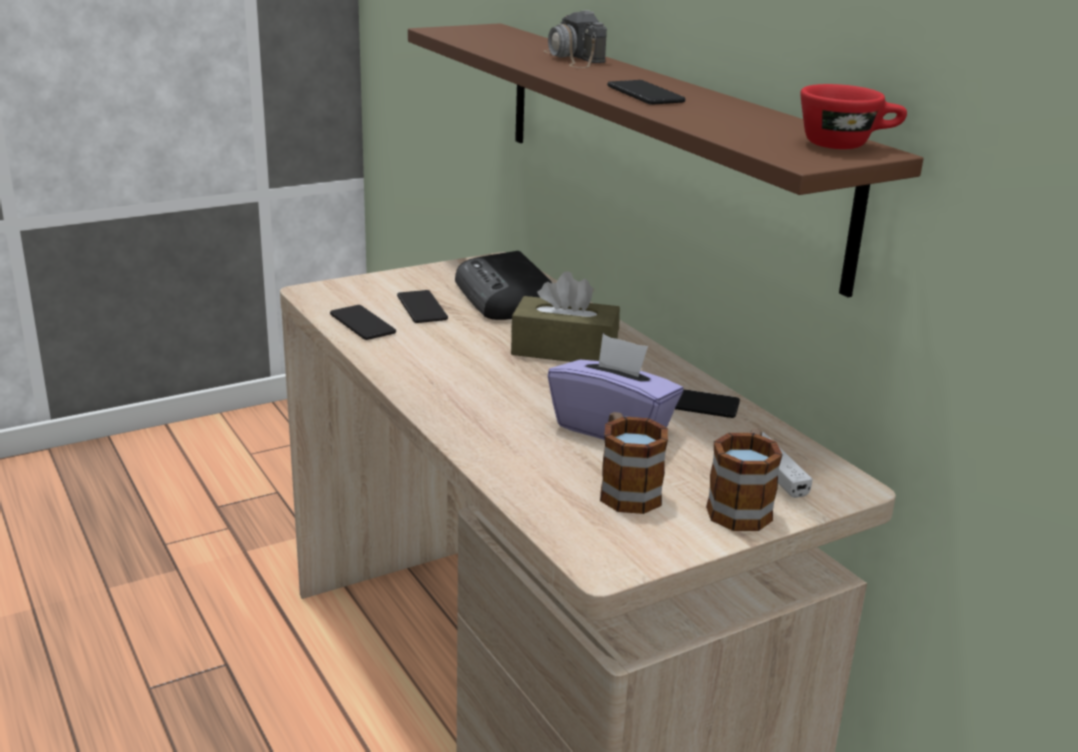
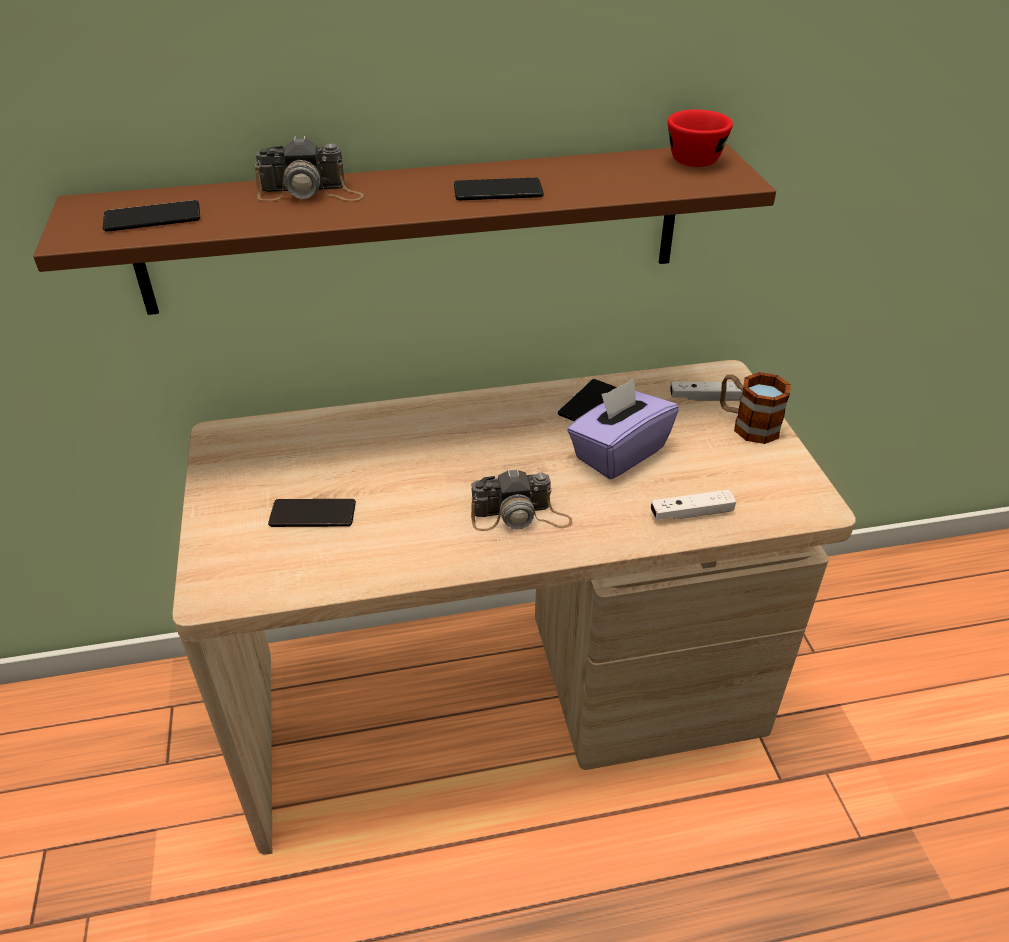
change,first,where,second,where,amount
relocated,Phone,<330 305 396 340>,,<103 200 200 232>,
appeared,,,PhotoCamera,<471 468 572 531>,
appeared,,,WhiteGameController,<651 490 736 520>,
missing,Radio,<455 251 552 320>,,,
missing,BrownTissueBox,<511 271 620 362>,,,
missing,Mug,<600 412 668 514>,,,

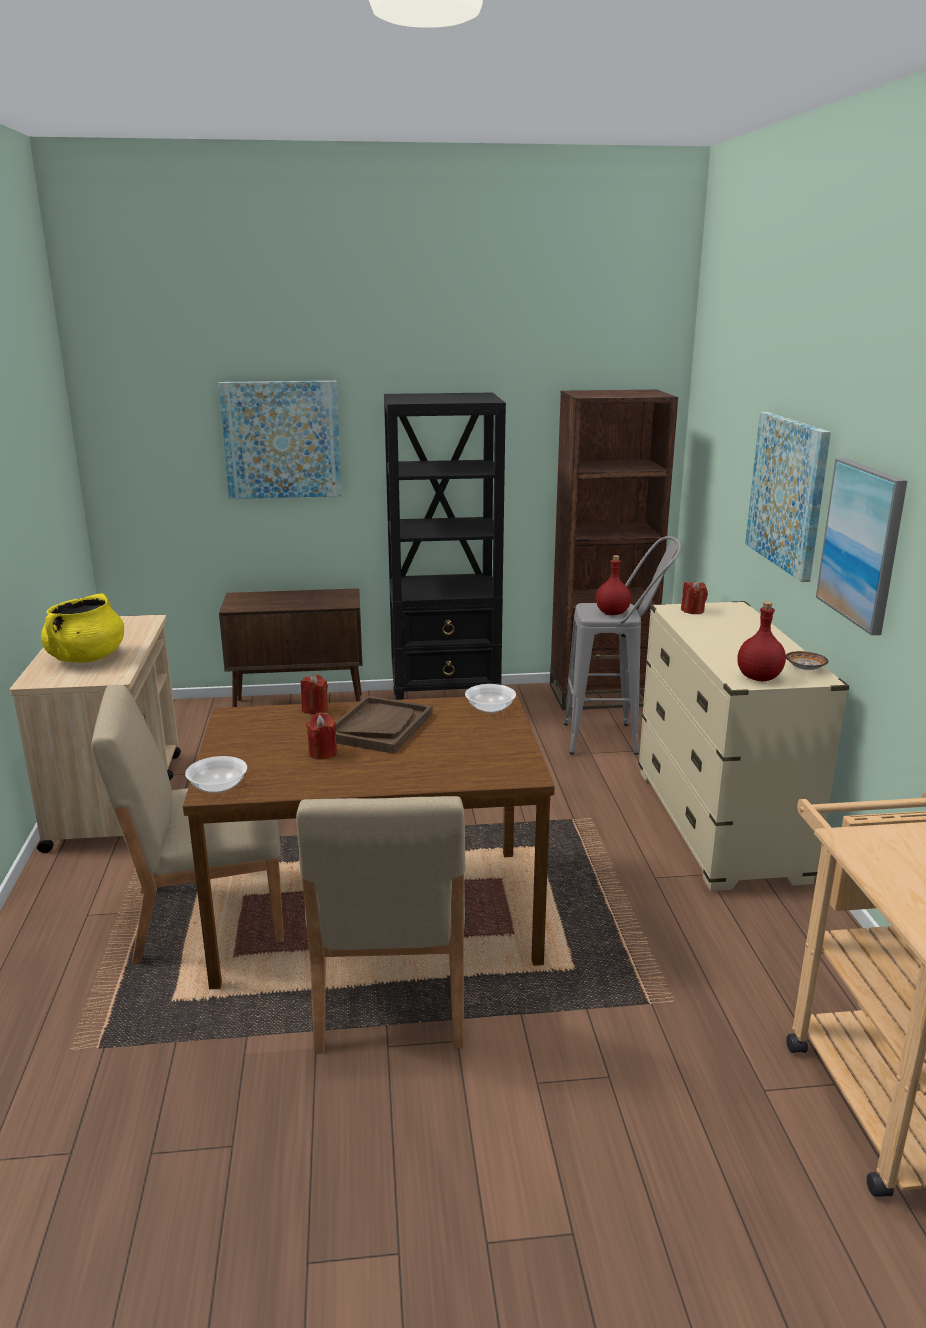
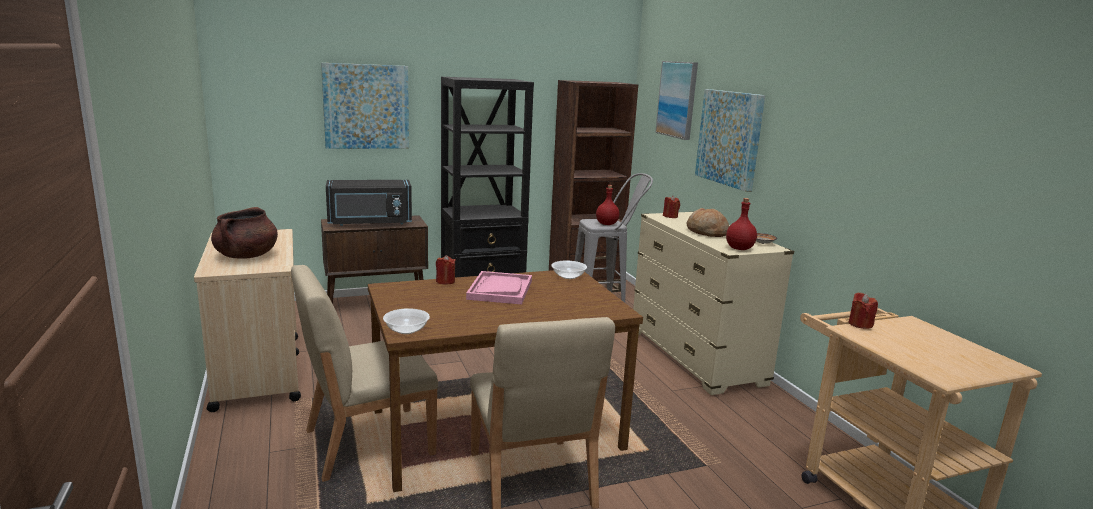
change,first,where,second,where,amount
colour,YellowCookingPot,<41 593 124 663>,BrownCookingPot,<211 207 278 259>,
appeared,,,BlackMicrowave,<326 180 412 226>,
colour,BrownTray,<335 696 433 754>,PinkTray,<466 271 532 305>,
relocated,Picture,<816 458 907 635>,,<655 61 698 140>,
appeared,,,Bread,<686 208 729 237>,
relocated,RedCandle,<306 712 337 760>,,<849 293 878 329>,

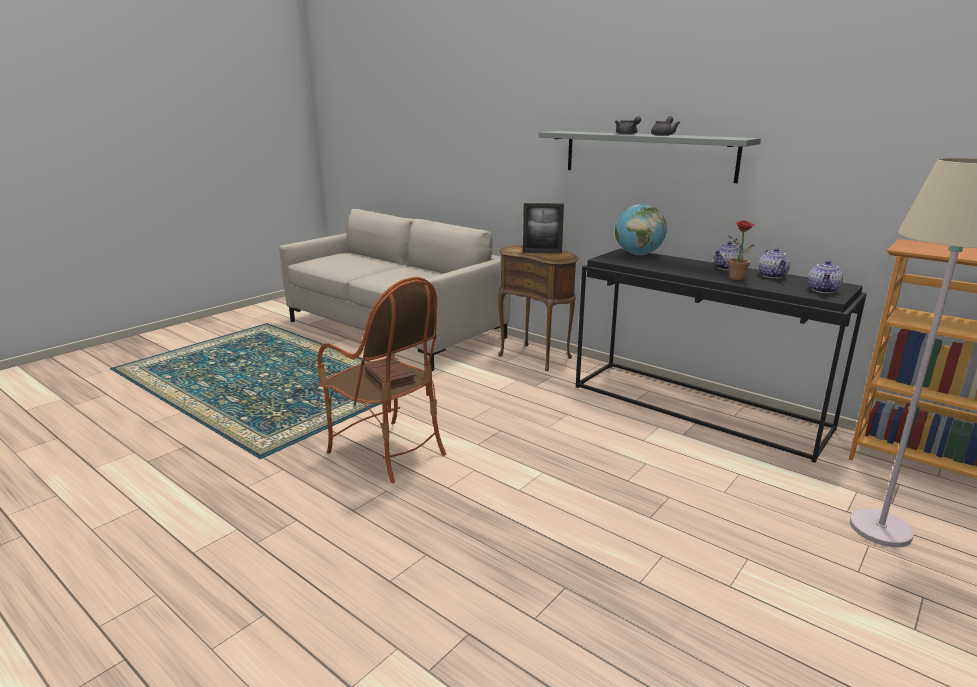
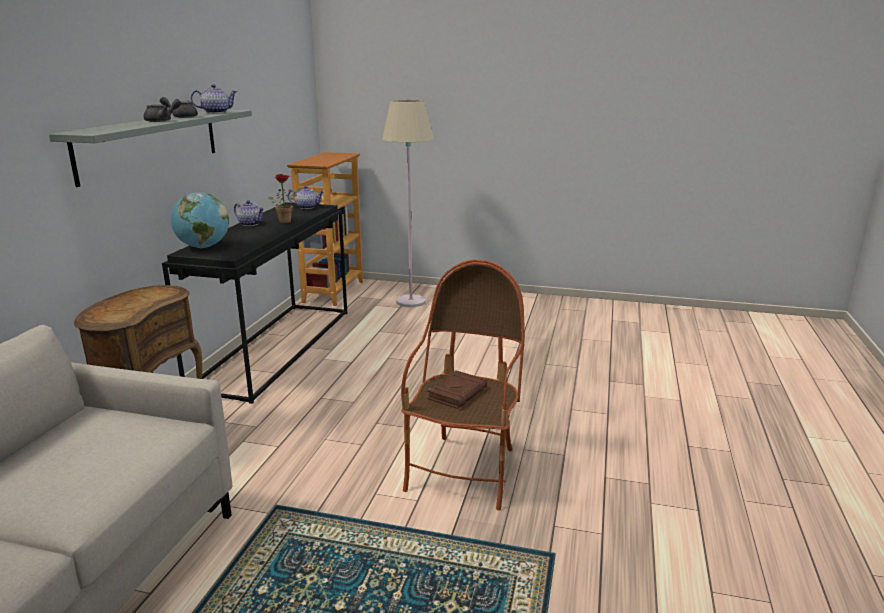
change,first,where,second,where,amount
relocated,Teapot,<758 248 790 278>,,<191 84 237 113>,
missing,PictureFrame,<523 203 564 254>,,,

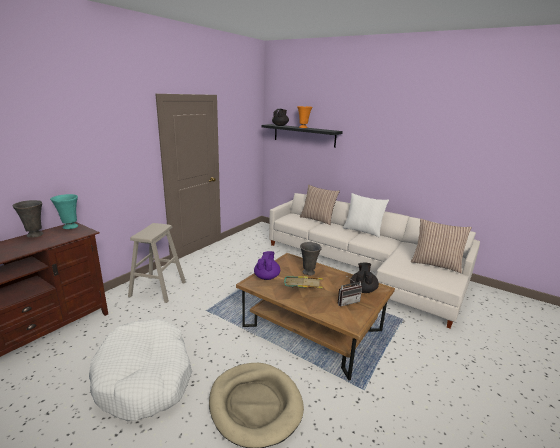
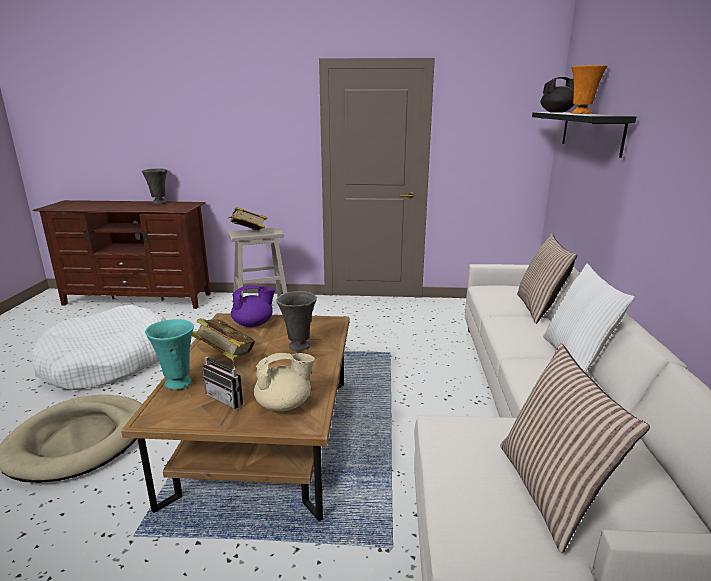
change,first,where,second,where,amount
relocated,TurquoiseVase,<50 194 78 229>,,<145 319 194 390>,
appeared,,,Book,<228 207 268 230>,
colour,BlackTeapot,<350 263 379 293>,BeigeTeapot,<254 353 315 412>,

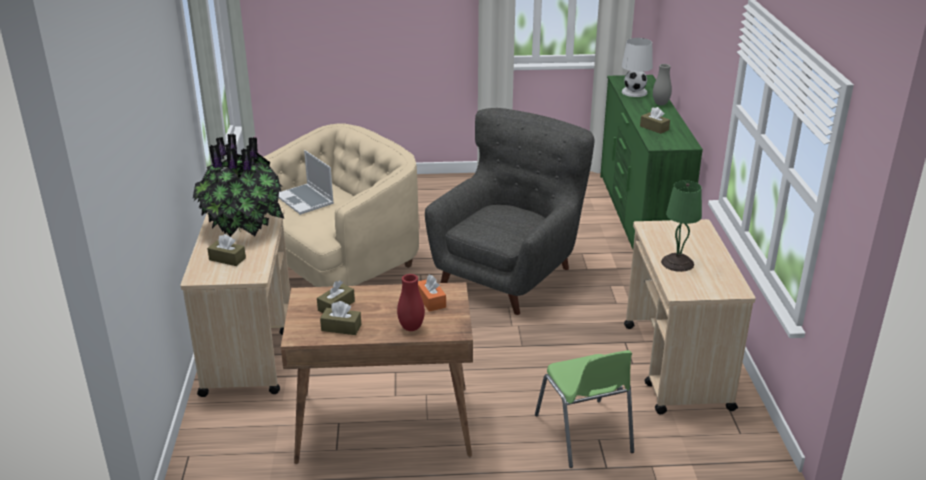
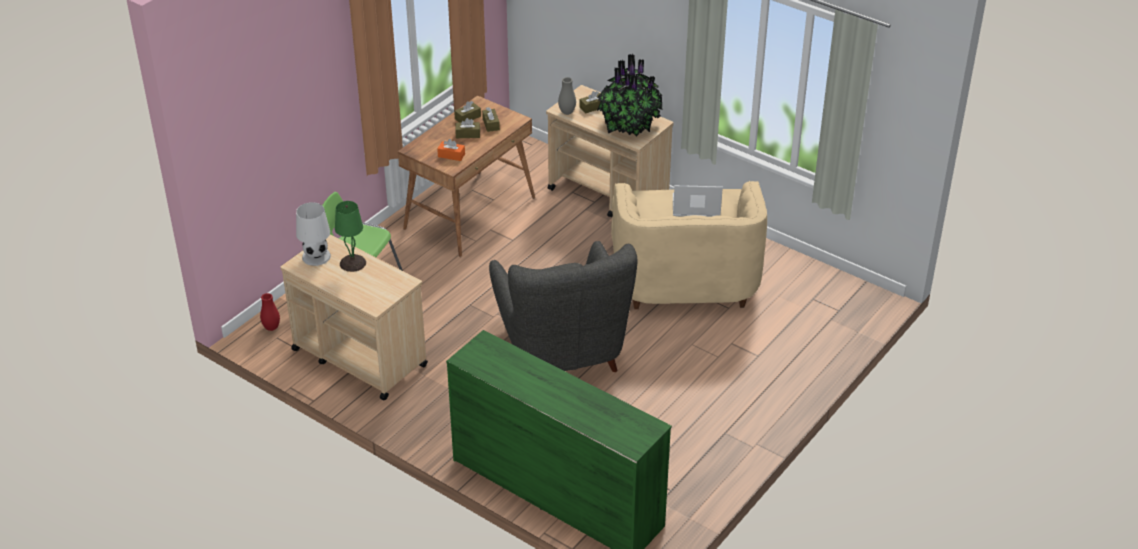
change,first,where,second,where,amount
relocated,RedVase,<397 274 425 331>,,<260 293 280 331>,
relocated,WhiteTableLamp,<622 38 653 97>,,<296 202 331 266>,
relocated,BrownTissueBox,<640 107 670 134>,,<455 118 480 138>,
relocated,GreyVase,<653 64 672 105>,,<558 77 576 115>,

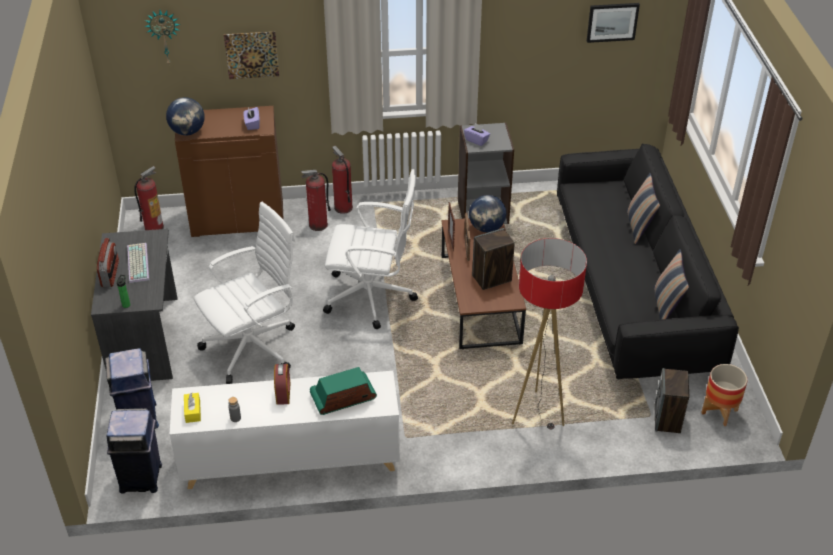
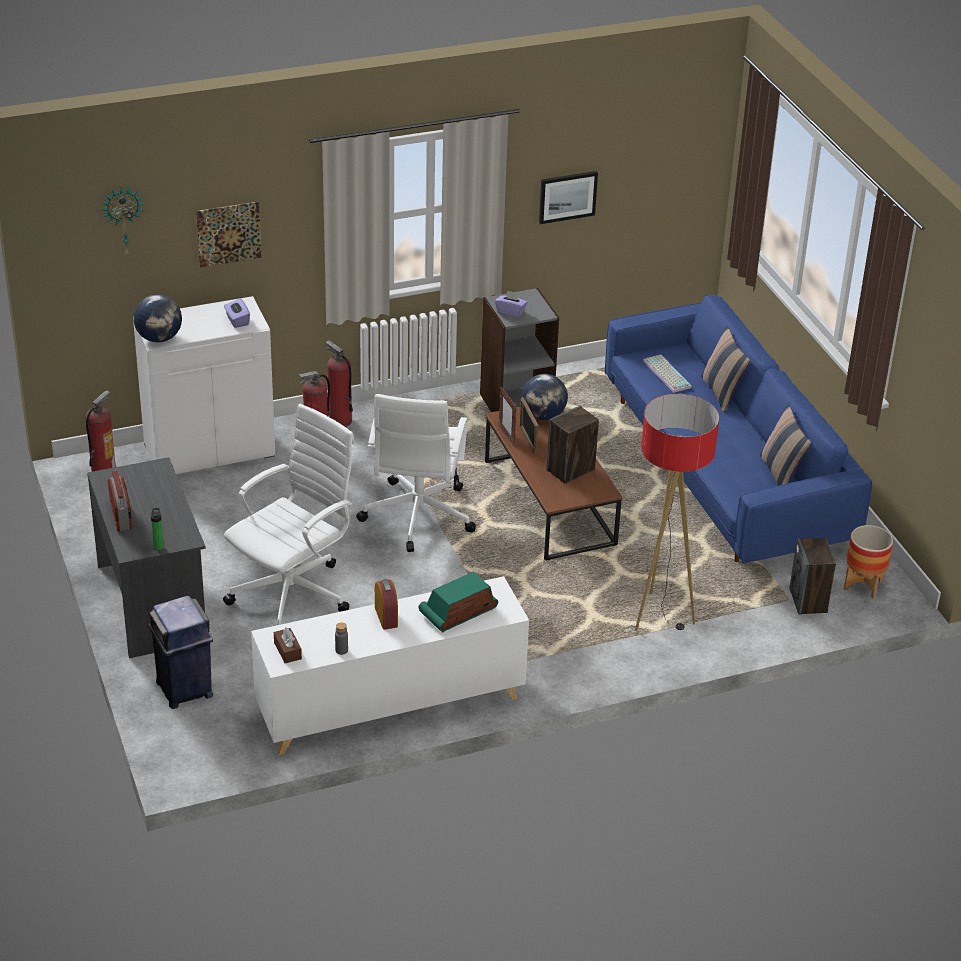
change,first,where,second,where,amount
colour,BrownCabinet,<175 106 284 237>,WhiteCabinet,<133 296 275 474>,
colour,YellowTissueBox,<184 393 201 423>,BrownTissueBox,<274 627 302 663>,
spun,WhiteOfficeChair,<323 169 418 329>,,<356 394 476 552>,105 degrees clockwise
relocated,Picture,<587 3 640 43>,,<539 171 598 224>,
colour,BlackSofa,<557 144 739 379>,BlueSofa,<605 294 872 564>,
relocated,Keyboard,<127 243 149 283>,,<643 355 692 393>,
missing,BlueTrashCan,<107 408 162 494>,,,

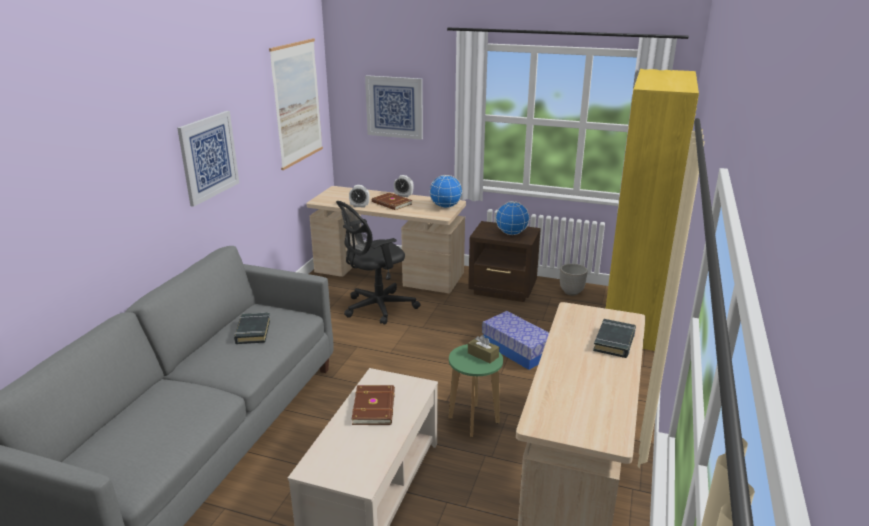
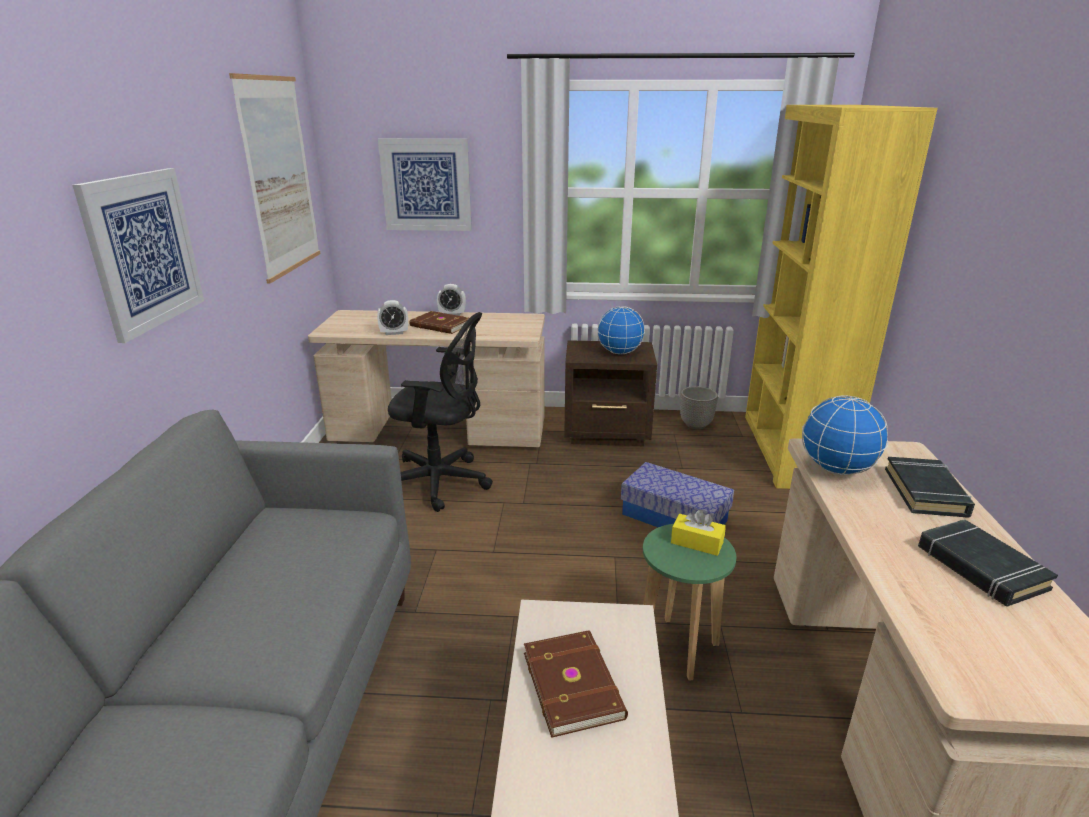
change,first,where,second,where,amount
spun,BlackOfficeChair,<336 201 421 325>,,<388 312 493 512>,120 degrees counterclockwise
colour,BrownTissueBox,<468 335 499 363>,YellowTissueBox,<671 510 726 556>,
relocated,Globe,<429 175 462 208>,,<802 395 888 475>,
relocated,BlackBook,<234 312 270 344>,,<918 519 1058 607>,

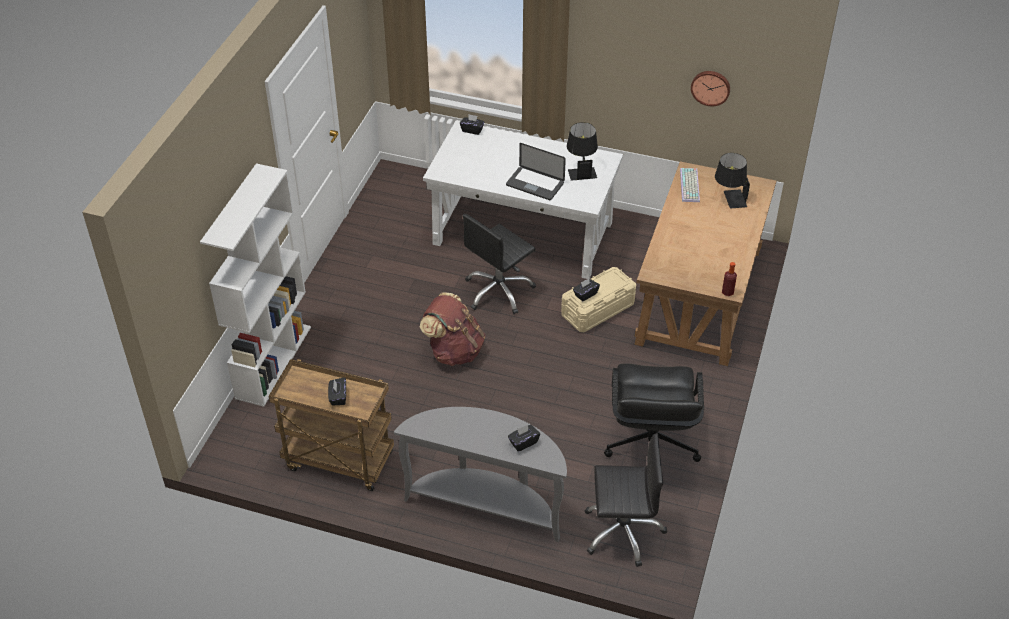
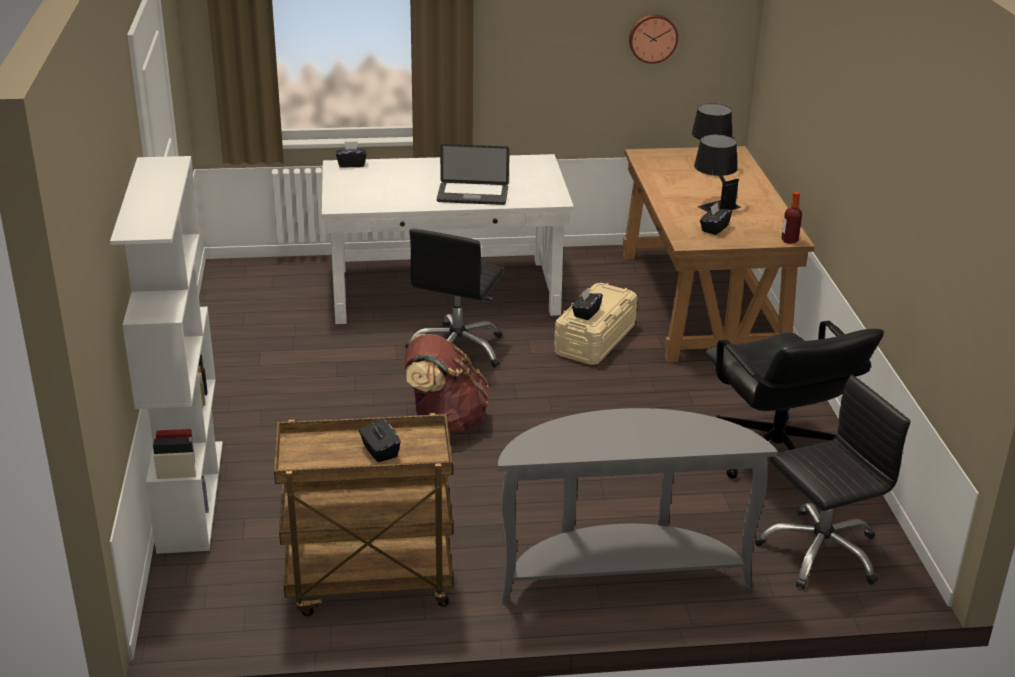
change,first,where,second,where,amount
relocated,BlackTableLamp,<567 122 598 181>,,<694 134 741 212>,
relocated,BlackTissueBox,<508 425 540 452>,,<700 202 732 235>,
missing,Keyboard,<680 168 700 202>,,,

